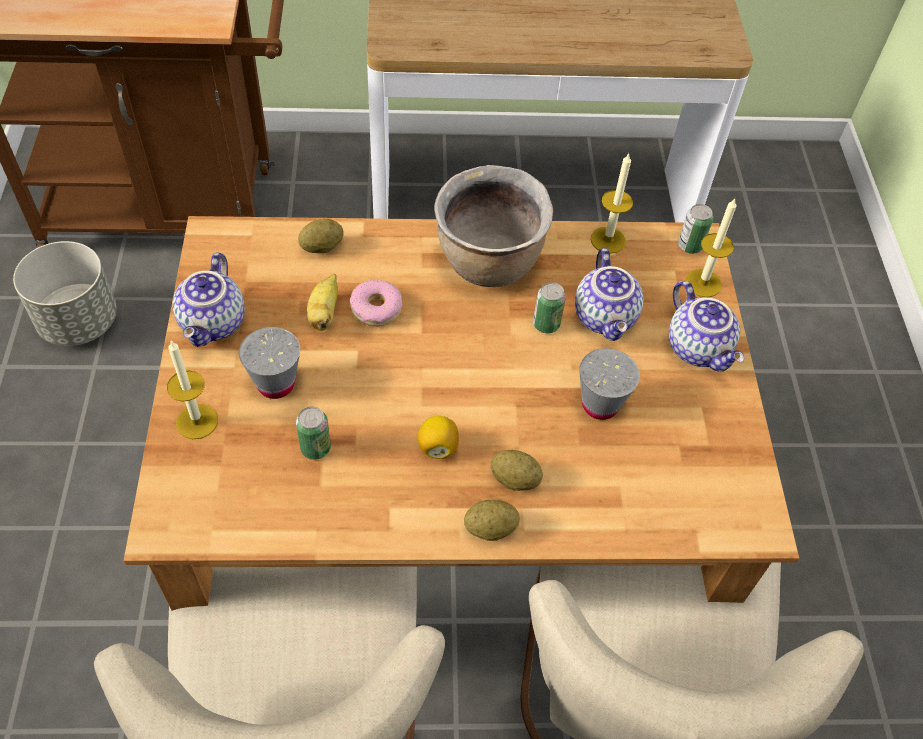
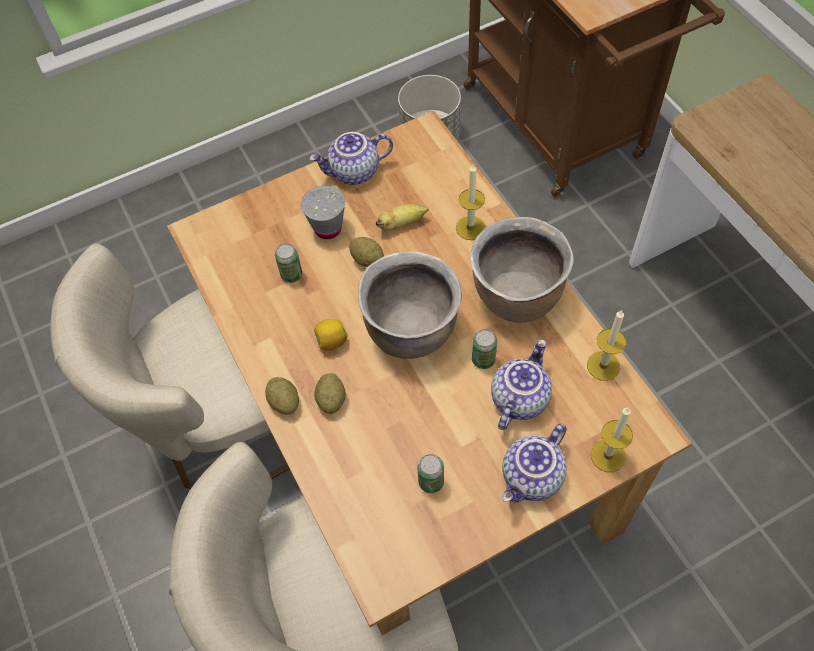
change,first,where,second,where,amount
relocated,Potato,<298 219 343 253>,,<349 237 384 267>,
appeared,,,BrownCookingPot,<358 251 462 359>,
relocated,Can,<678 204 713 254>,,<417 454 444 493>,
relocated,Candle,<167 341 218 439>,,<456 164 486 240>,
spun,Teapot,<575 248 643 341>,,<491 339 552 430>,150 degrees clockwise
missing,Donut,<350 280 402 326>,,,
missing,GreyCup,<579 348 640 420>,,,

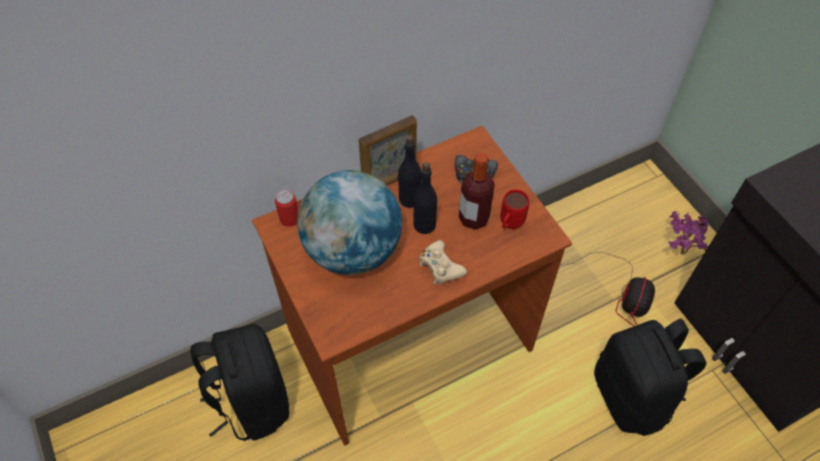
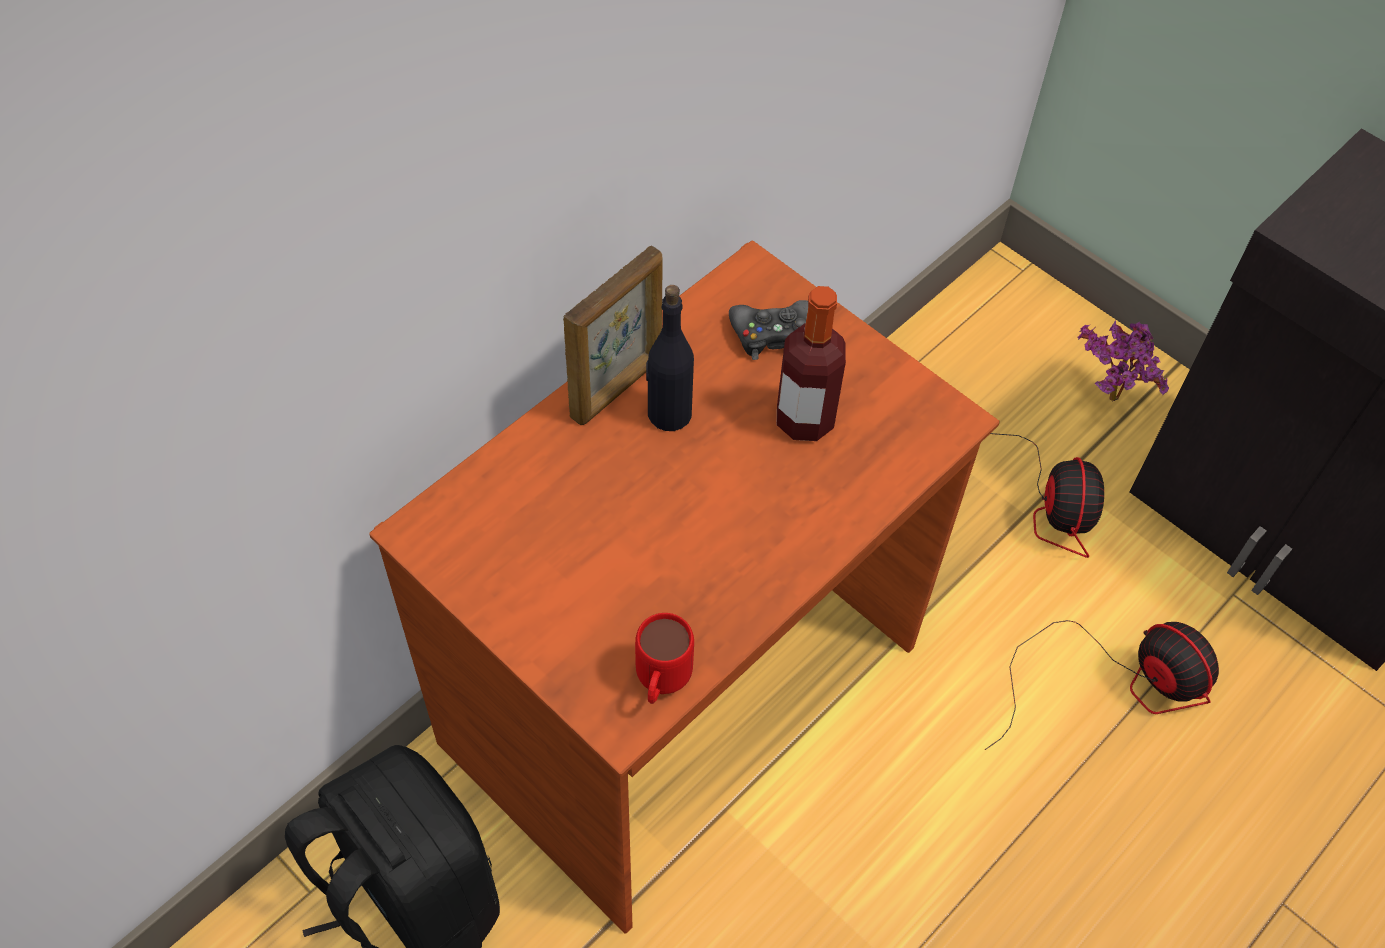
change,first,where,second,where,amount
relocated,RedMug,<500 189 529 229>,,<635 613 694 704>,
exchanged,BlackBackpack,<594 319 706 436>,Fan,<985 620 1219 750>,
missing,Can,<275 189 299 227>,,,
missing,Globe,<297 170 402 275>,,,
missing,BlackBottle,<414 162 437 234>,,,
missing,BeigeGameController,<419 240 467 285>,,,

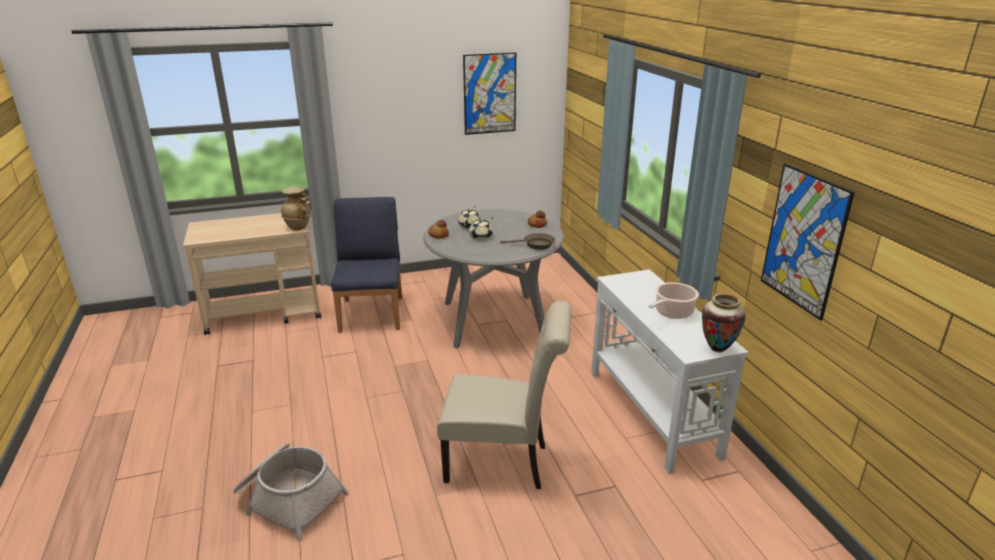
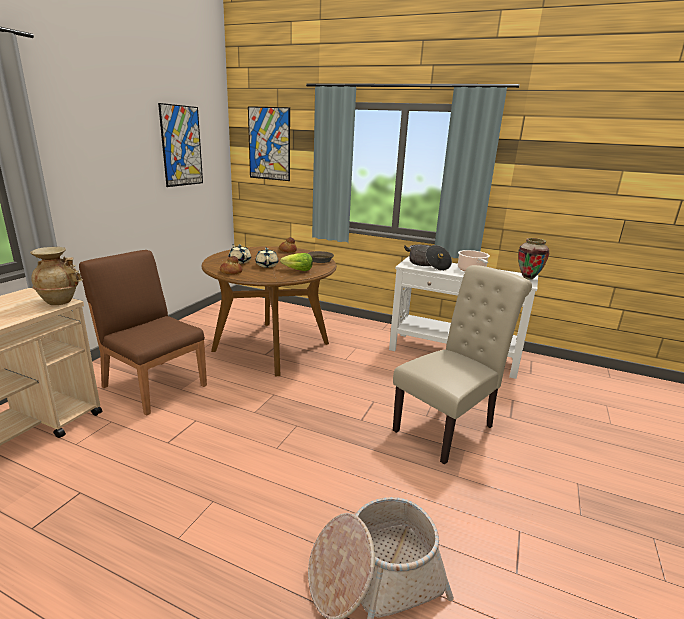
change,first,where,second,where,amount
colour,BlueChair,<331 197 402 333>,BrownChair,<79 250 207 415>,
colour,GreyDiningTable,<423 209 564 348>,BrownDiningTable,<201 246 337 376>,
relocated,Picture,<761 164 855 321>,,<248 106 290 181>,
appeared,,,Lettuce,<280 253 313 271>,
appeared,,,CookingPot,<404 245 452 271>,

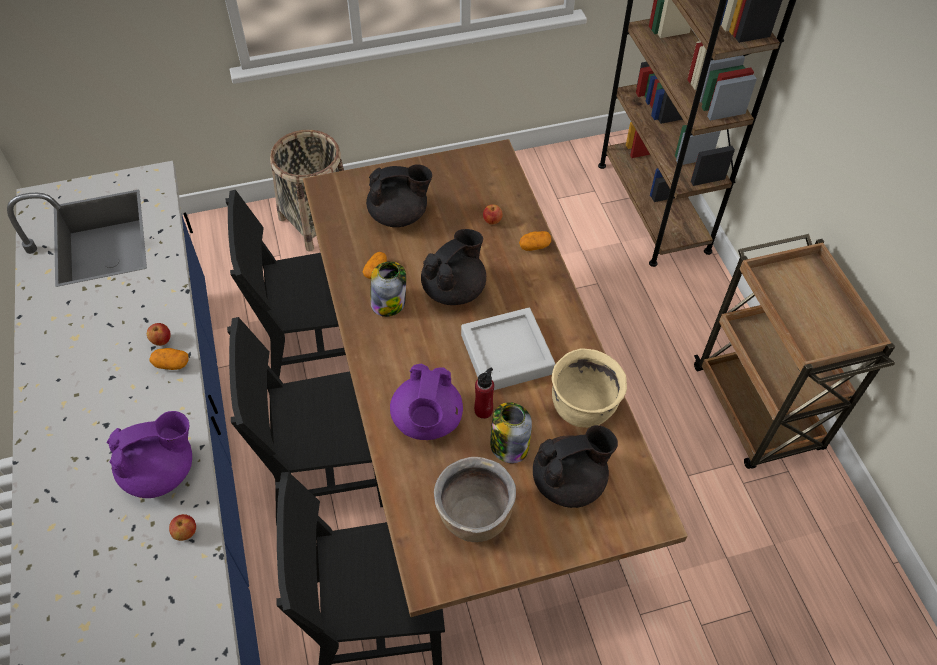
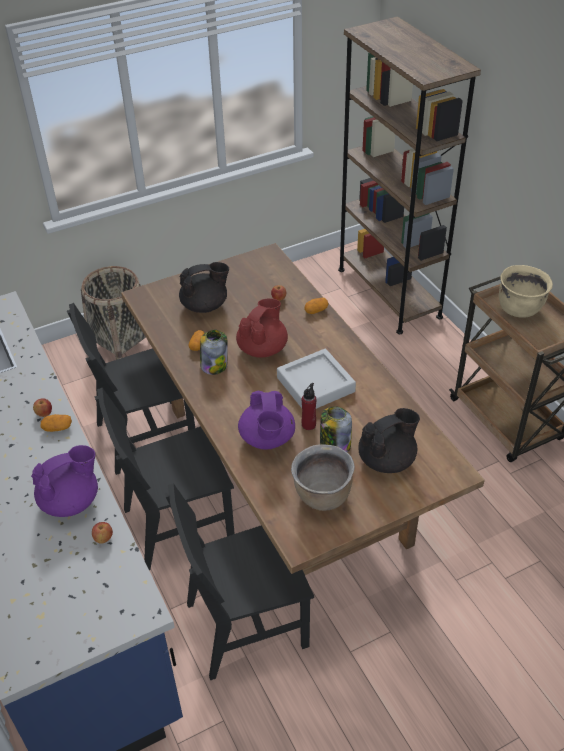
change,first,where,second,where,amount
colour,BlackTeapot,<421 229 486 305>,RedTeapot,<236 298 288 358>,
relocated,BeigeCookingPot,<551 348 627 428>,,<499 265 553 318>,

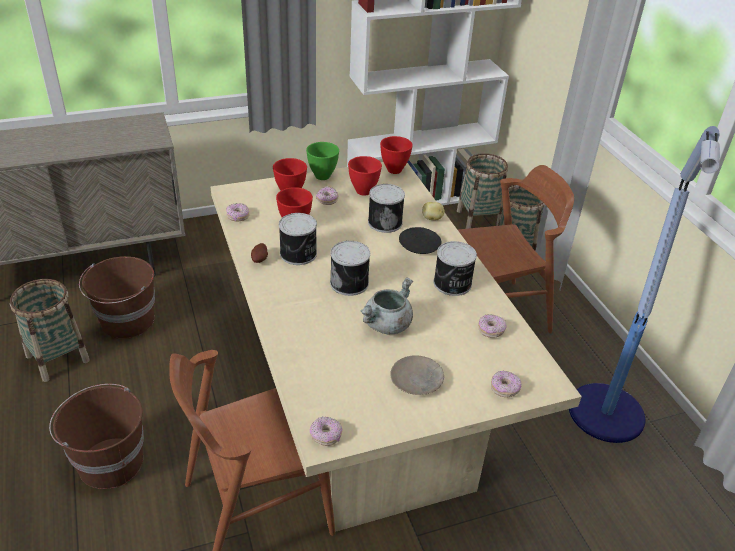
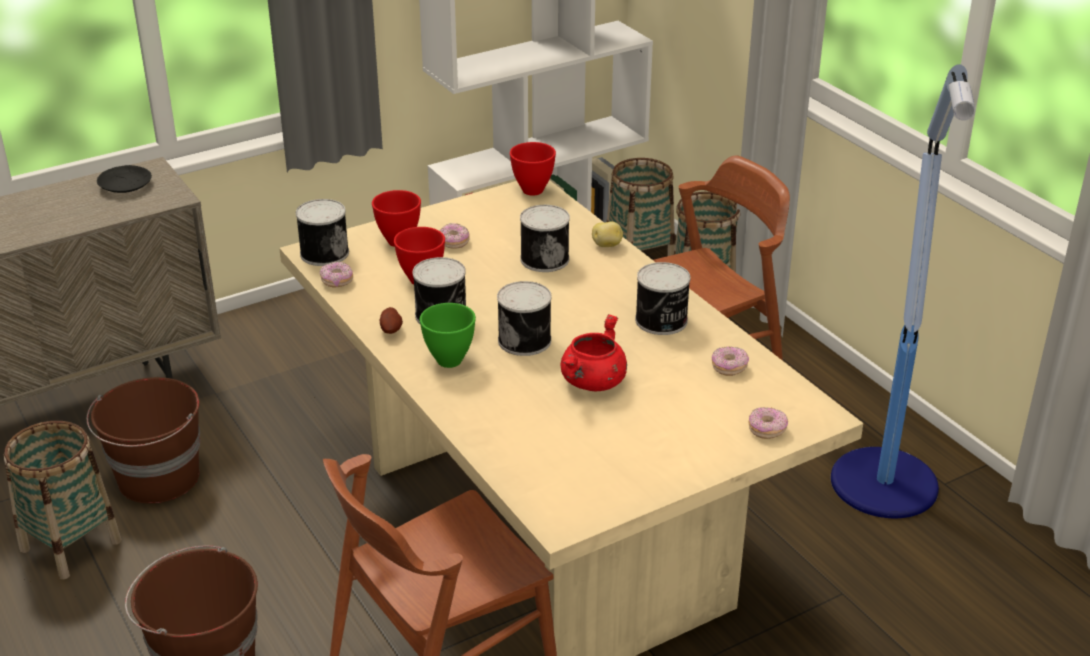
change,first,where,second,where,amount
relocated,BlackPlate,<399 227 442 254>,,<97 165 152 193>,
appeared,,,Can,<296 199 349 266>,
relocated,GreenBowl,<306 142 339 180>,,<420 303 476 368>,
colour,GreyCookingPot,<360 277 413 334>,RedCookingPot,<560 314 627 391>,
missing,Donut,<310 416 342 446>,,,
missing,RedBowl,<348 156 382 196>,,,
missing,BeigePlate,<391 355 444 395>,,,

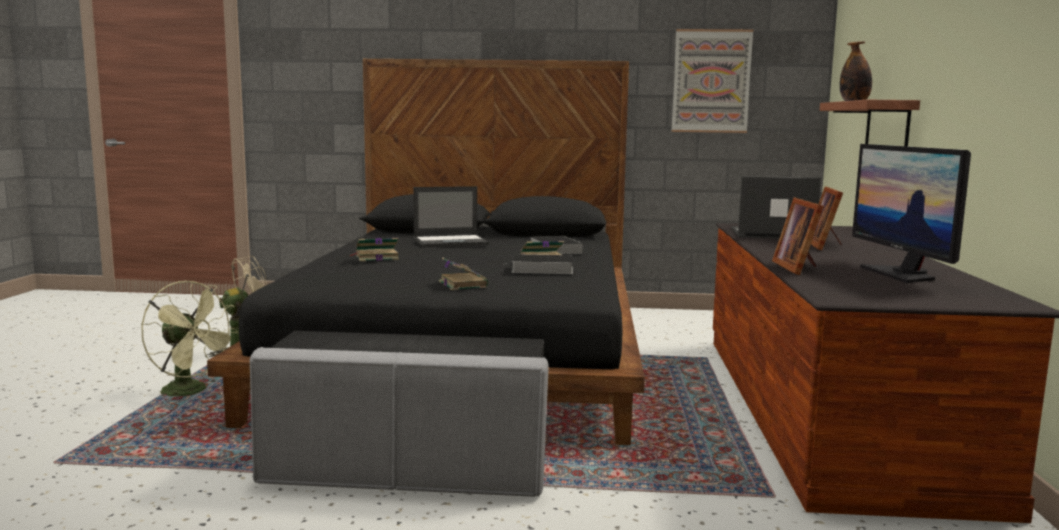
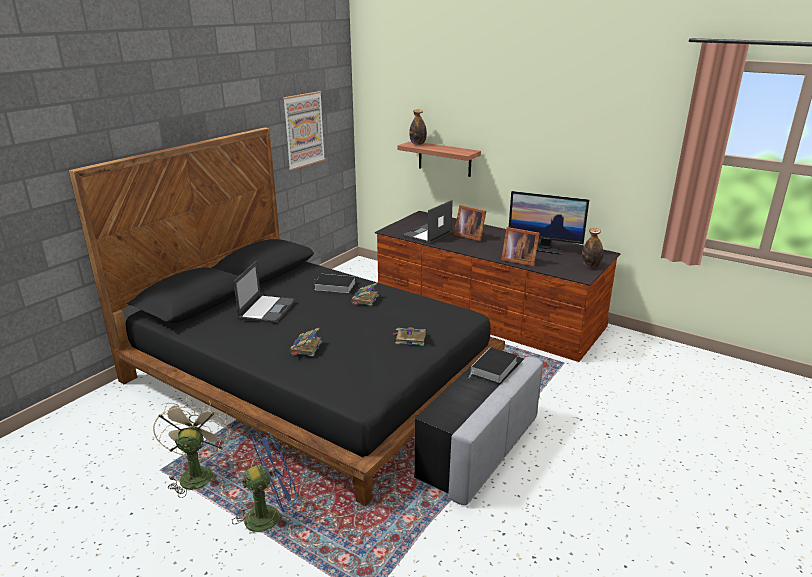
change,first,where,second,where,amount
colour,GreenFan,<141 281 239 396>,BlueFan,<232 431 297 533>,
relocated,Book,<503 254 573 274>,,<469 347 518 383>,
appeared,,,Bottle,<582 228 603 268>,

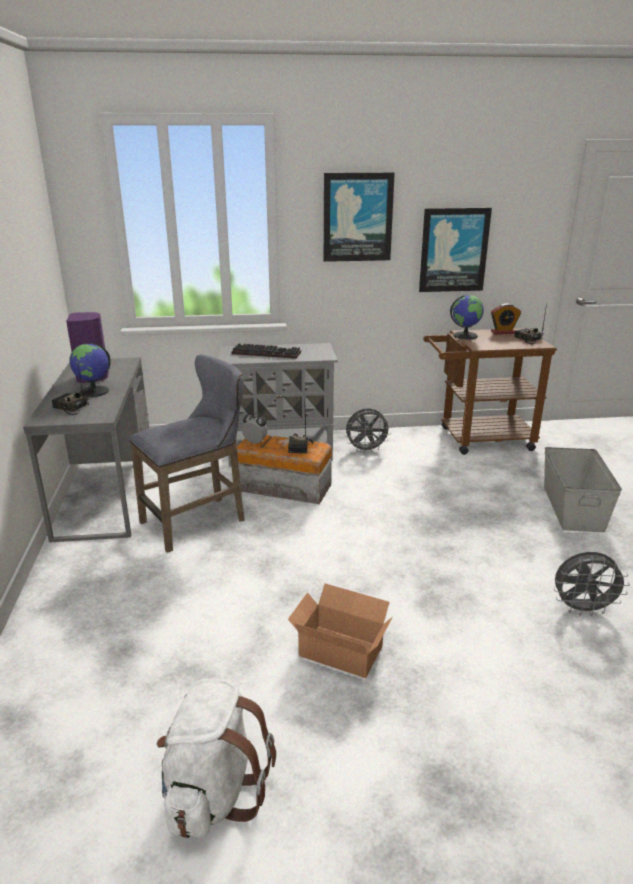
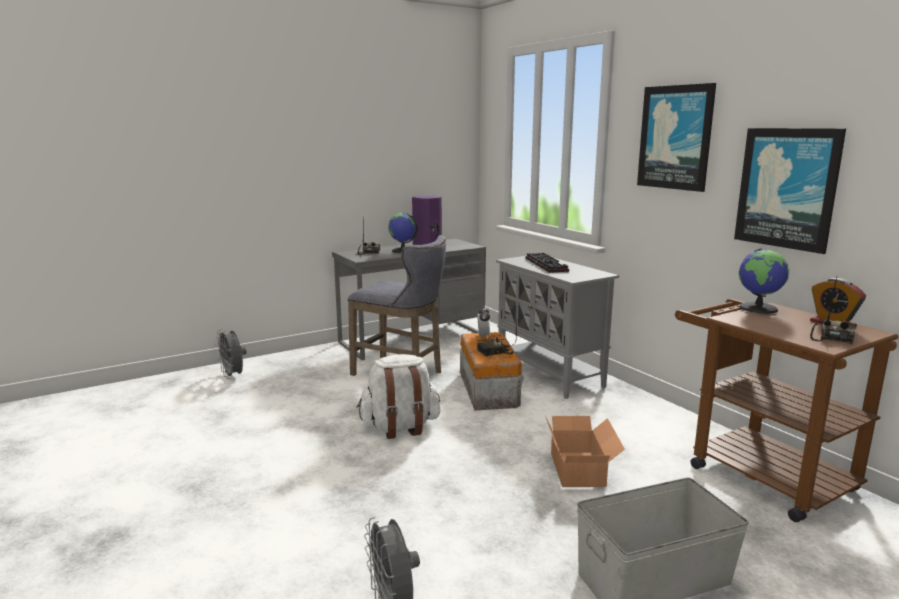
change,first,where,second,where,amount
relocated,GreyFan,<345 408 392 453>,,<216 329 247 379>,
relocated,WhiteBackpack,<157 679 276 838>,,<357 354 440 439>,
relocated,CardboardBox,<288 584 393 678>,,<545 416 625 487>,

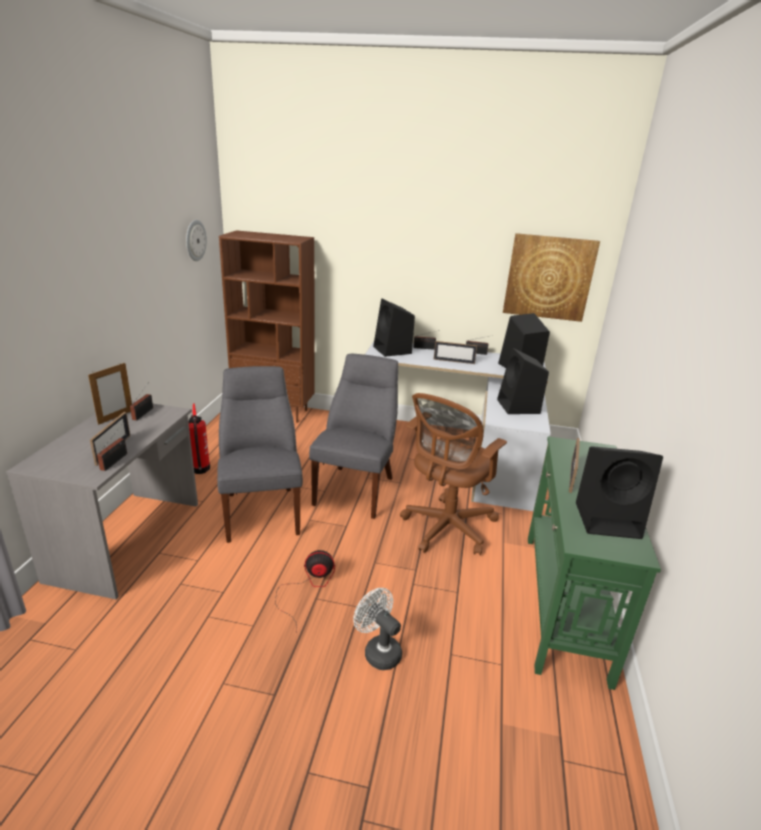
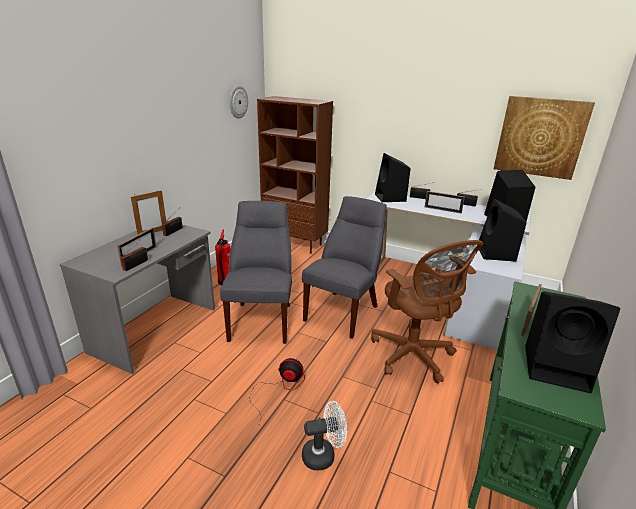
change,first,where,second,where,amount
spun,WhiteFan,<353 588 402 670>,,<302 401 347 471>,105 degrees clockwise
spun,BrownOfficeChair,<400 393 507 555>,,<371 240 484 383>,75 degrees counterclockwise

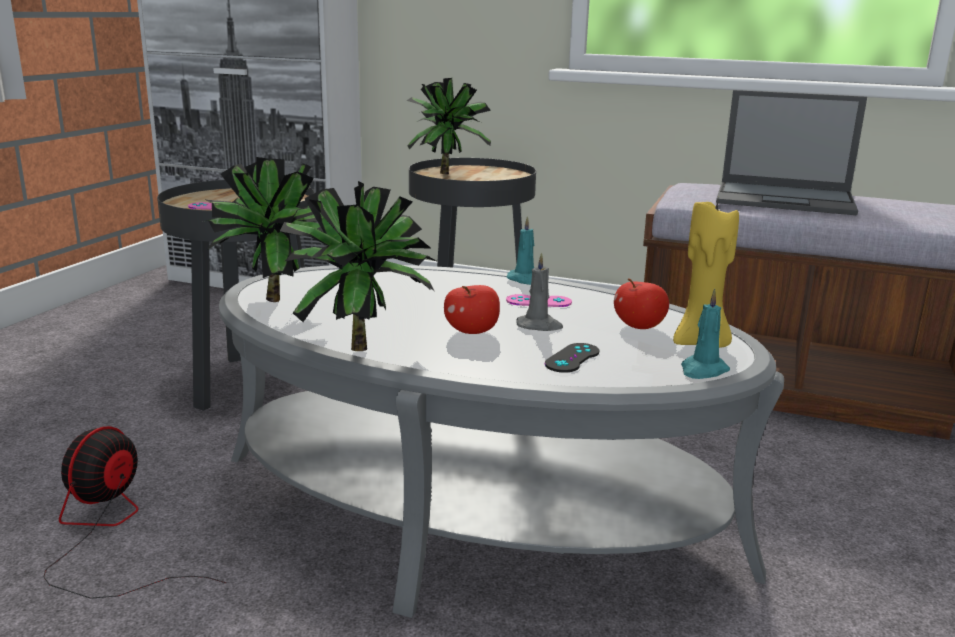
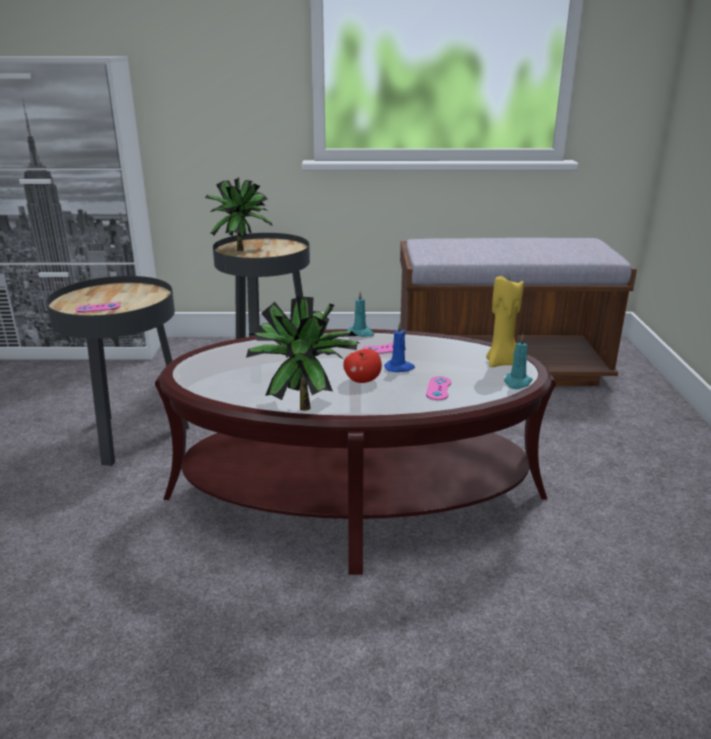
change,first,where,second,where,amount
colour,GreyCoffeeTable,<219 265 784 618>,BrownCoffeeTable,<155 329 556 575>,
colour,GreyCandle,<516 253 563 331>,BlueCandle,<384 322 415 372>,
colour,BlackGameController,<545 343 599 372>,PinkGameController,<426 376 451 400>,
missing,Fan,<43 426 227 599>,,,
missing,PottedPlant,<202 157 320 302>,,,
missing,Apple,<614 278 669 329>,,,
missing,Laptop,<716 90 867 215>,,,

